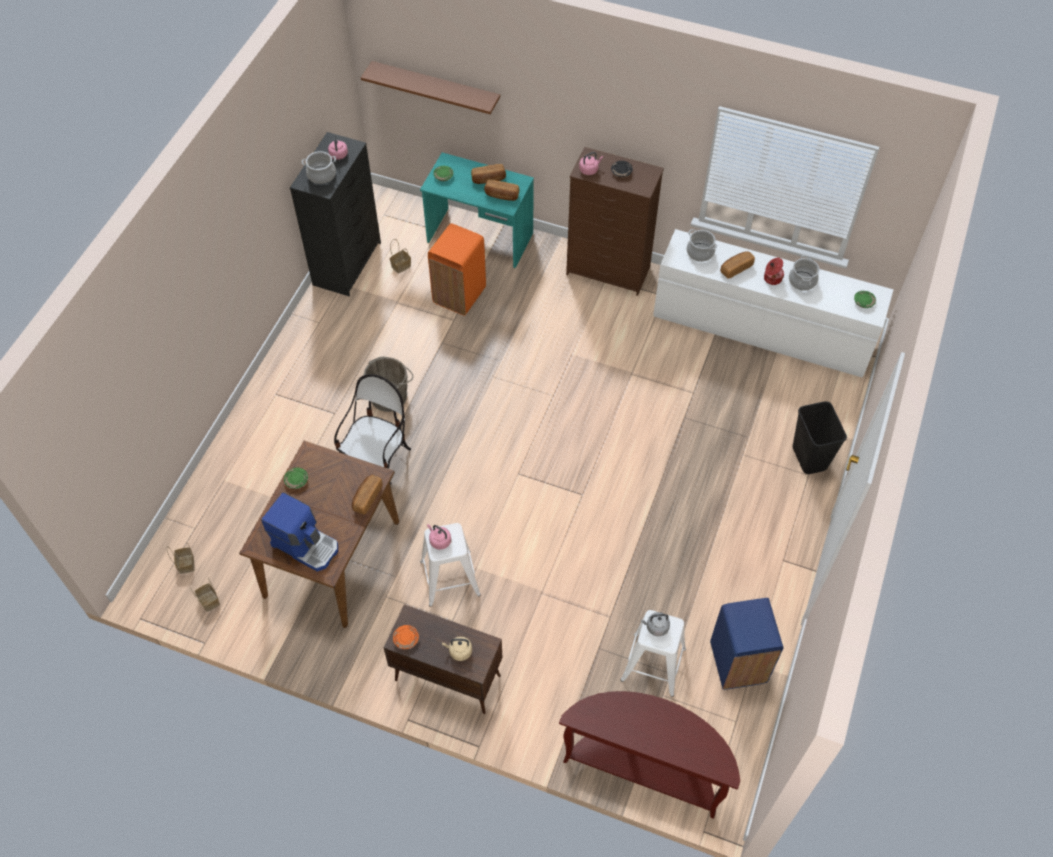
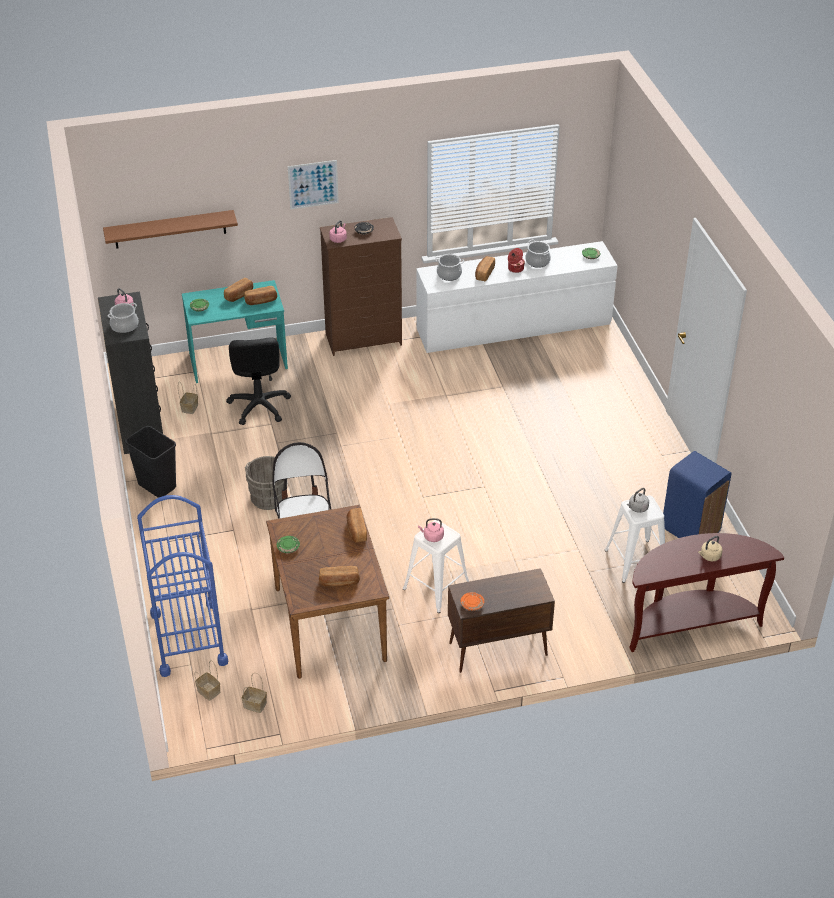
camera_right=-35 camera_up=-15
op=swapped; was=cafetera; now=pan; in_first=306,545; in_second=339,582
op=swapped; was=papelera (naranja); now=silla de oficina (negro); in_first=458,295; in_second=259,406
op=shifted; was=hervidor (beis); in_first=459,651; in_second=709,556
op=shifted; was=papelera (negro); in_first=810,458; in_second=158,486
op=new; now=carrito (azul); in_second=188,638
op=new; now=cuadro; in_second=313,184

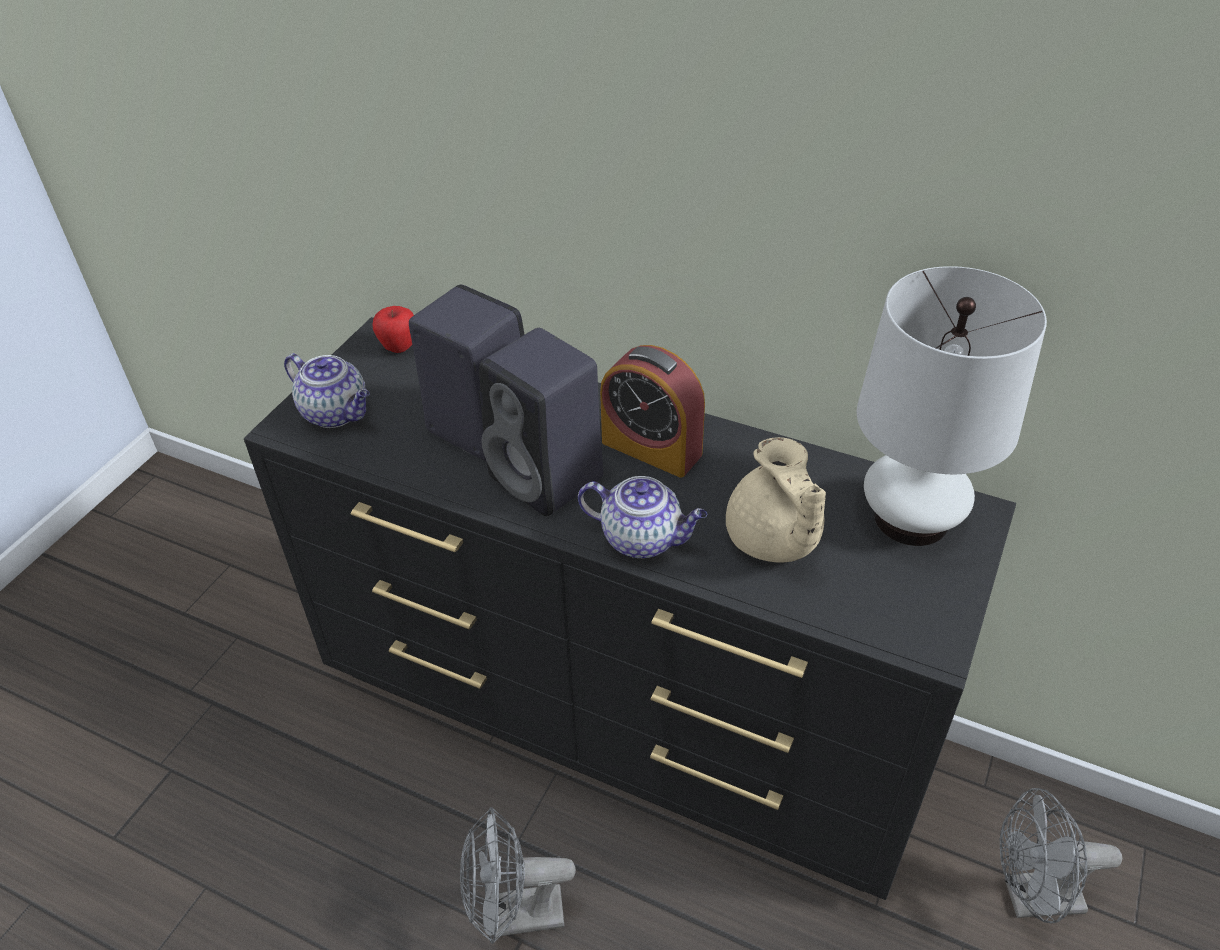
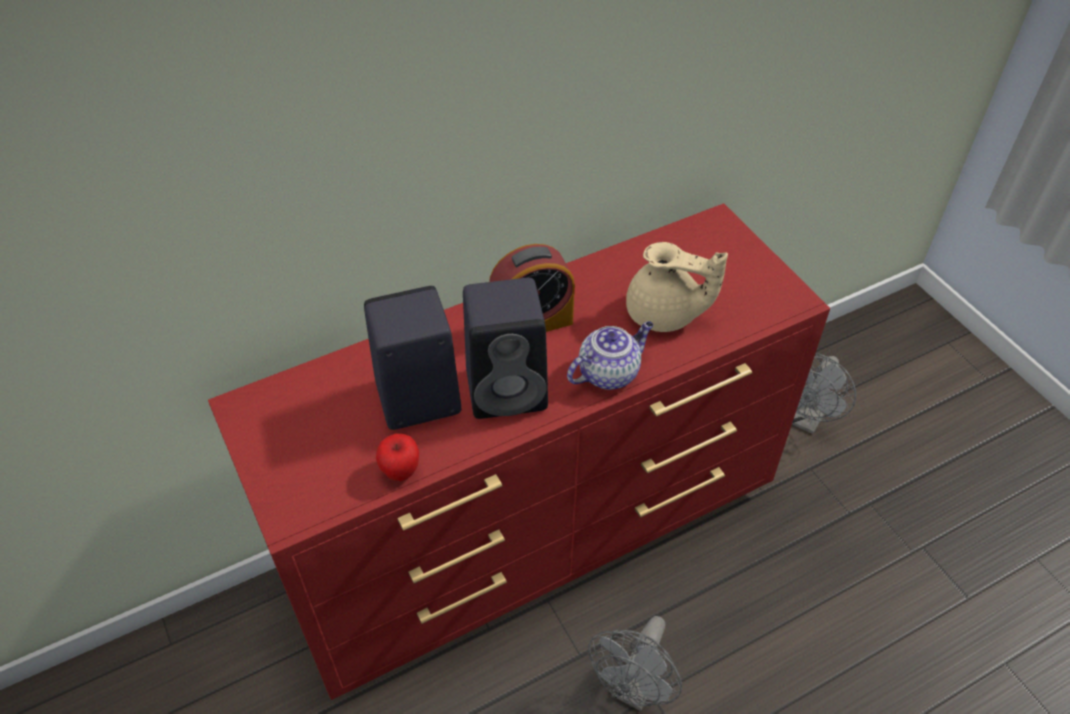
camera_right=-55 camera_up=5
op=repainted; was=cómoda (negro); now=cómoda (rojo); in_first=621,715; in_second=535,534
op=gone; was=tetera; in_first=337,413
op=shifted; was=manzana; in_first=399,347; in_second=400,471
op=gone; was=lámpara de mesa (blanco); in_first=911,518

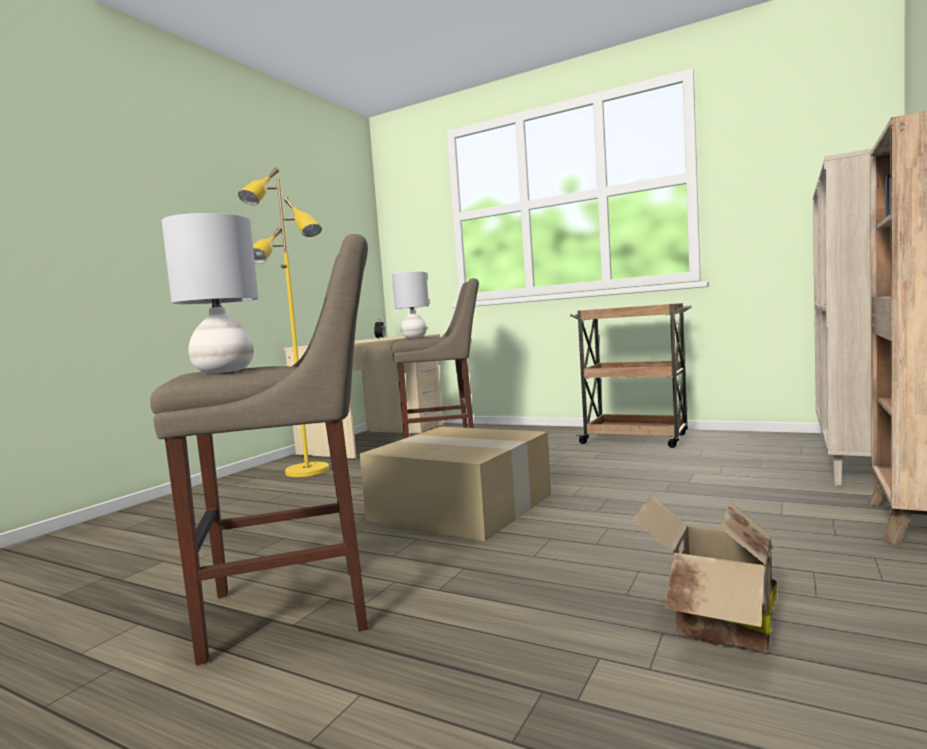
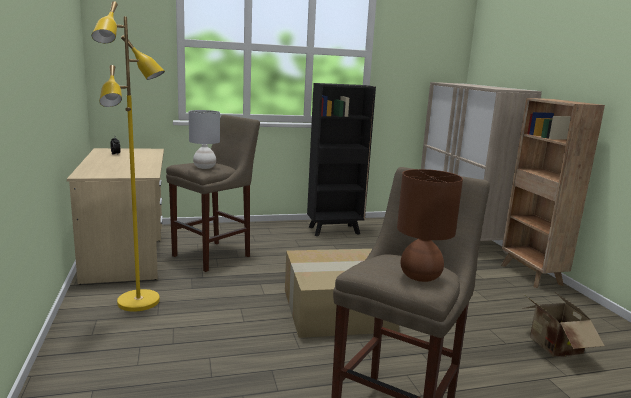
camera_right=-45 camera_up=10
op=repainted; was=lámpara de mesa (gris); now=lámpara de mesa (marrón); in_first=223,371; in_second=420,277
op=swapped; was=carrito (marrón); now=estantería (negro); in_first=636,439; in_second=335,230

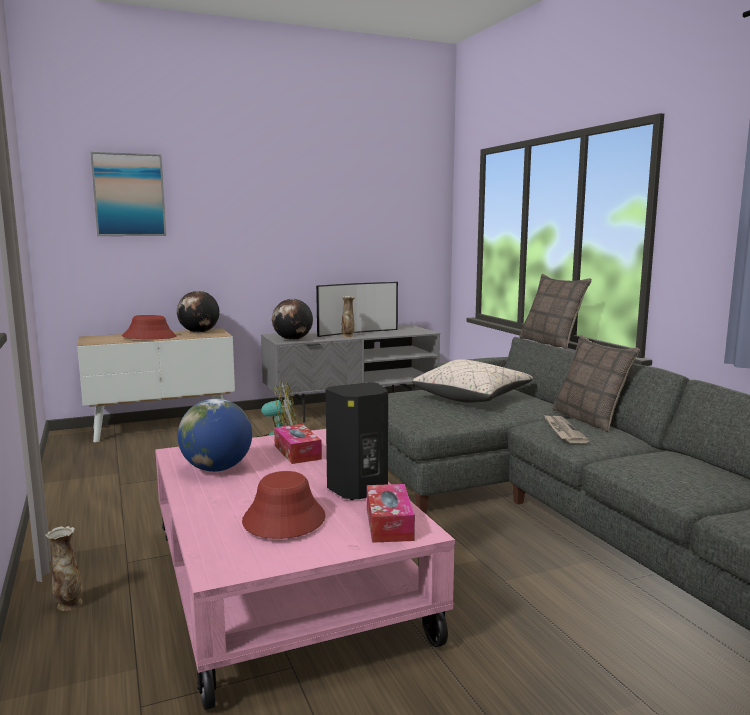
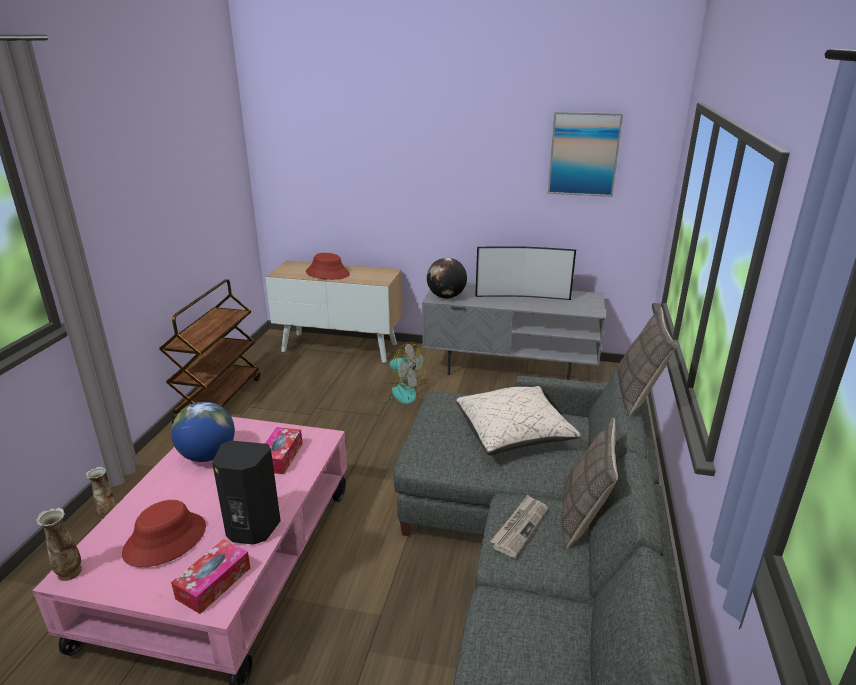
camera_right=35 camera_up=15
op=shifted; was=cuadro; in_first=129,195; in_second=583,154
op=gone; was=globo terráqueo; in_first=199,332
op=shifted; was=florero; in_first=348,336; in_second=69,573
op=new; now=carrito (marrón); in_second=219,399

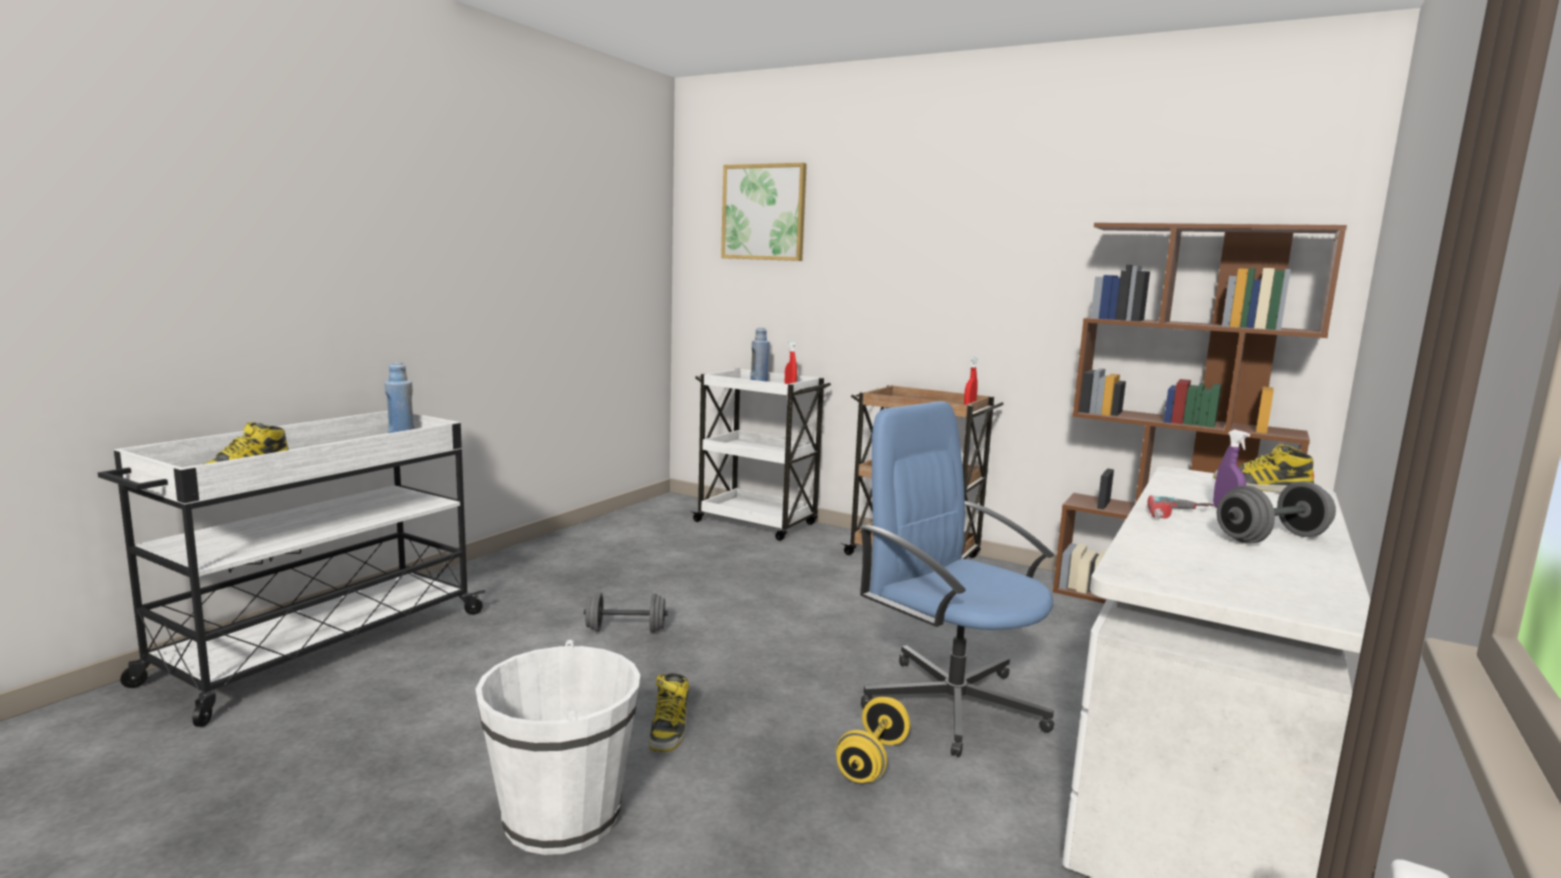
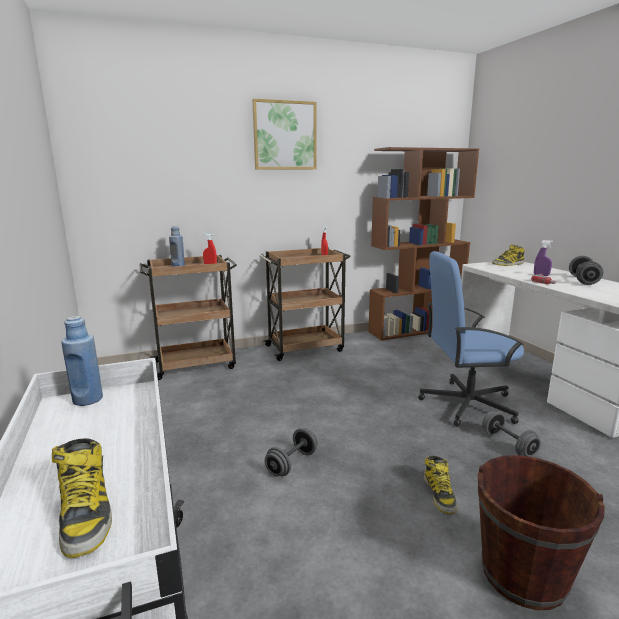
camera_right=-50 camera_up=5
op=repainted; was=cubo (blanco); now=cubo (marrón); in_first=561,816; in_second=523,575
op=rotated; was=bota; in_first=669,729; in_second=440,494; clockwise=45
op=repainted; was=carrito (blanco); now=carrito (marrón); in_first=757,523; in_second=196,364
op=shifted; was=cuadro; in_first=764,212; in_second=285,135
op=repainted; was=mancuerna (amarillo); now=mancuerna (gris); in_first=872,760; in_second=508,445

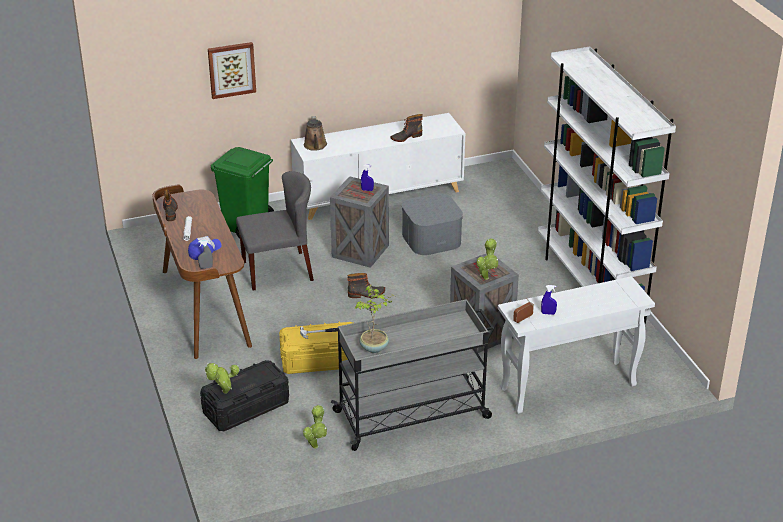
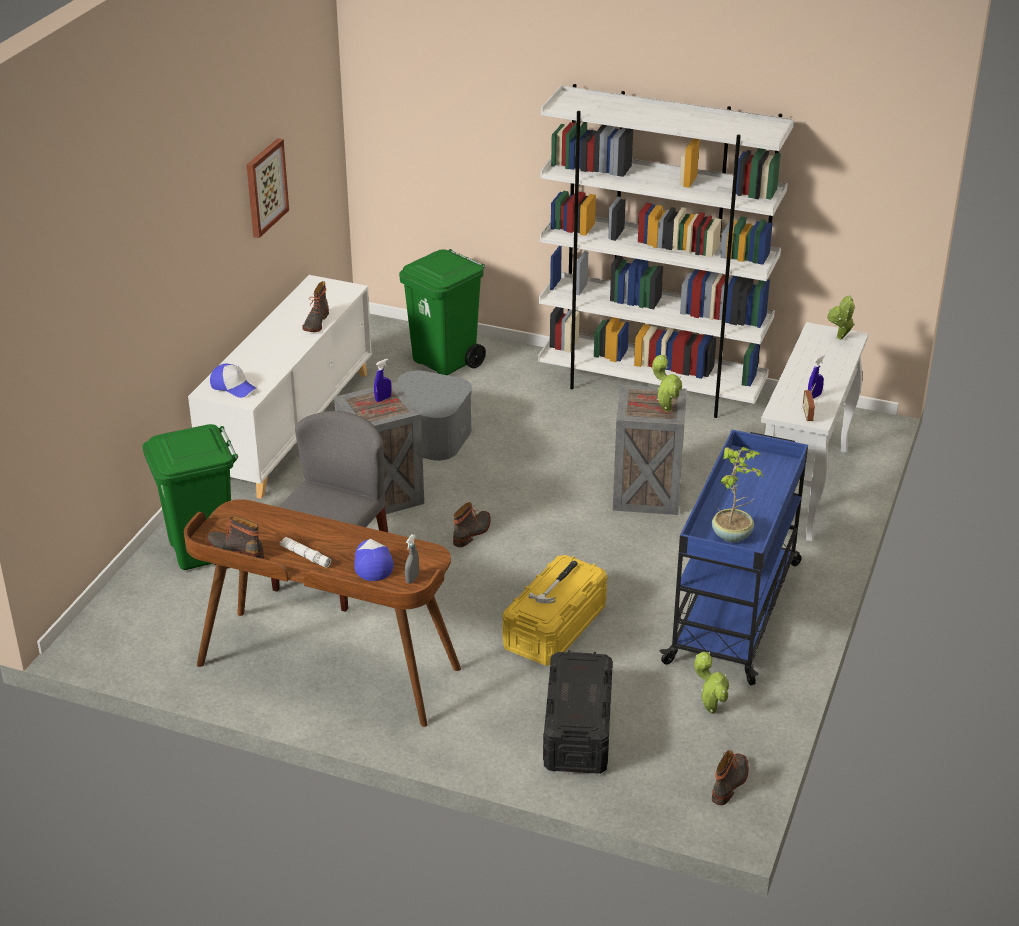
camera_right=-50 camera_up=0
op=shifted; was=planta en maceta; in_first=223,392; in_second=840,339
op=shifted; was=cuadro; in_first=231,69; in_second=265,187
op=swapped; was=regadera (marrón); now=gorra; in_first=315,146; in_second=233,386
op=repainted; was=carrito (gris); now=carrito (azul); in_first=413,414; in_second=734,610
op=new; now=papelera (verde); in_second=445,362
op=new; now=bota; in_second=730,783

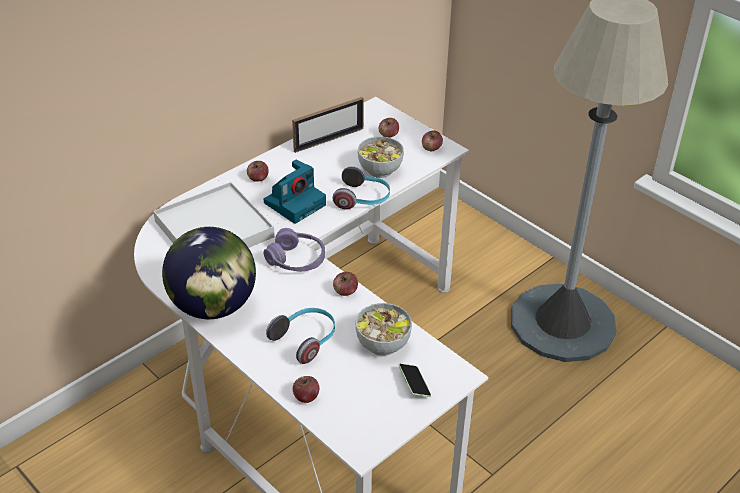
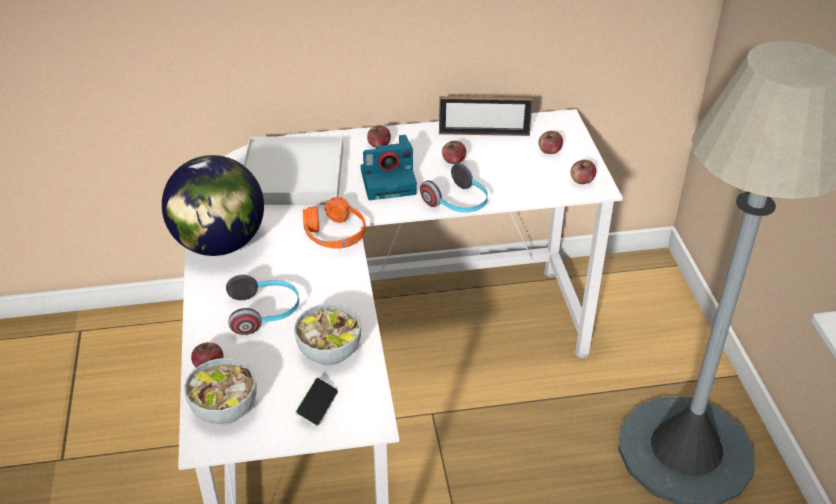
camera_right=35 camera_up=0
op=repainted; was=auriculares (morado); now=auriculares (naranja); in_first=296,260; in_second=335,234
op=shifted; was=manzana; in_first=345,292; in_second=453,161
op=shifted; was=cuenco; in_first=380,170; in_second=224,409

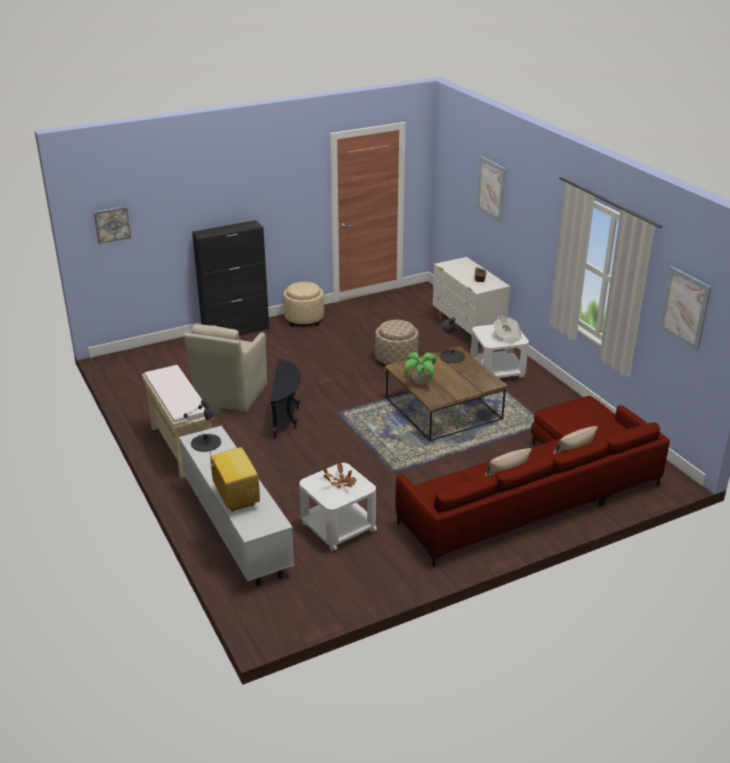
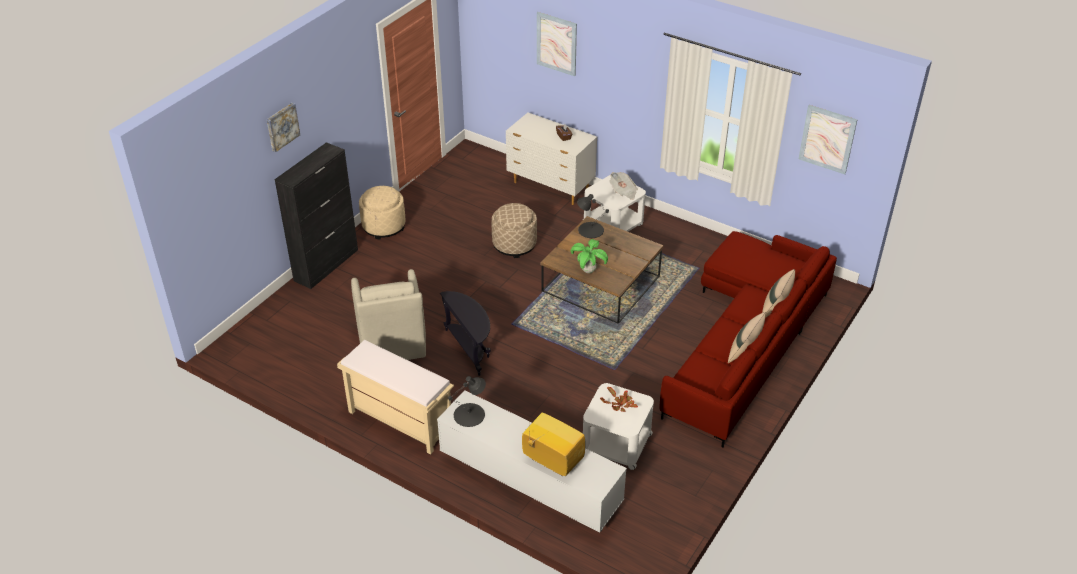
camera_right=-30 camera_up=10
op=shifted; was=cuadro; in_first=112,224; in_second=282,126

